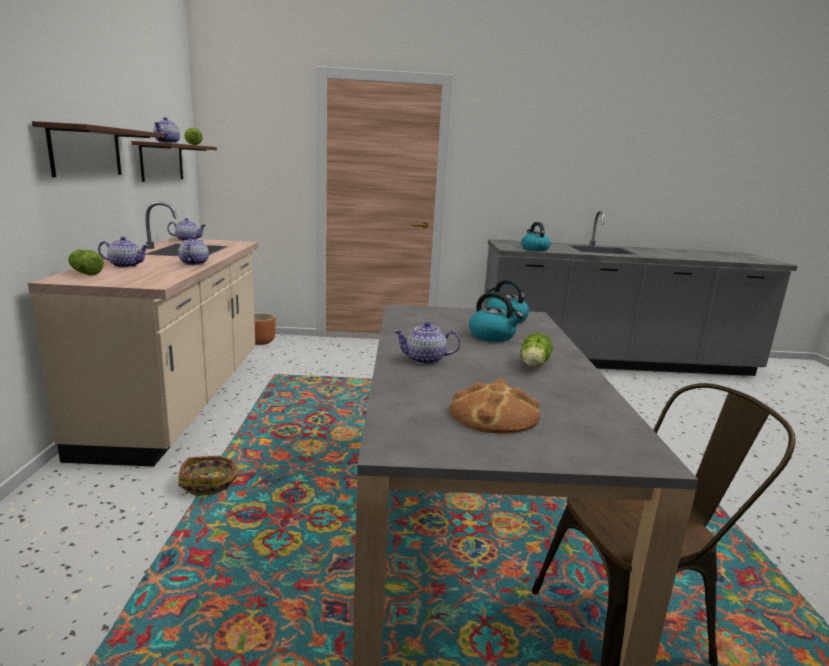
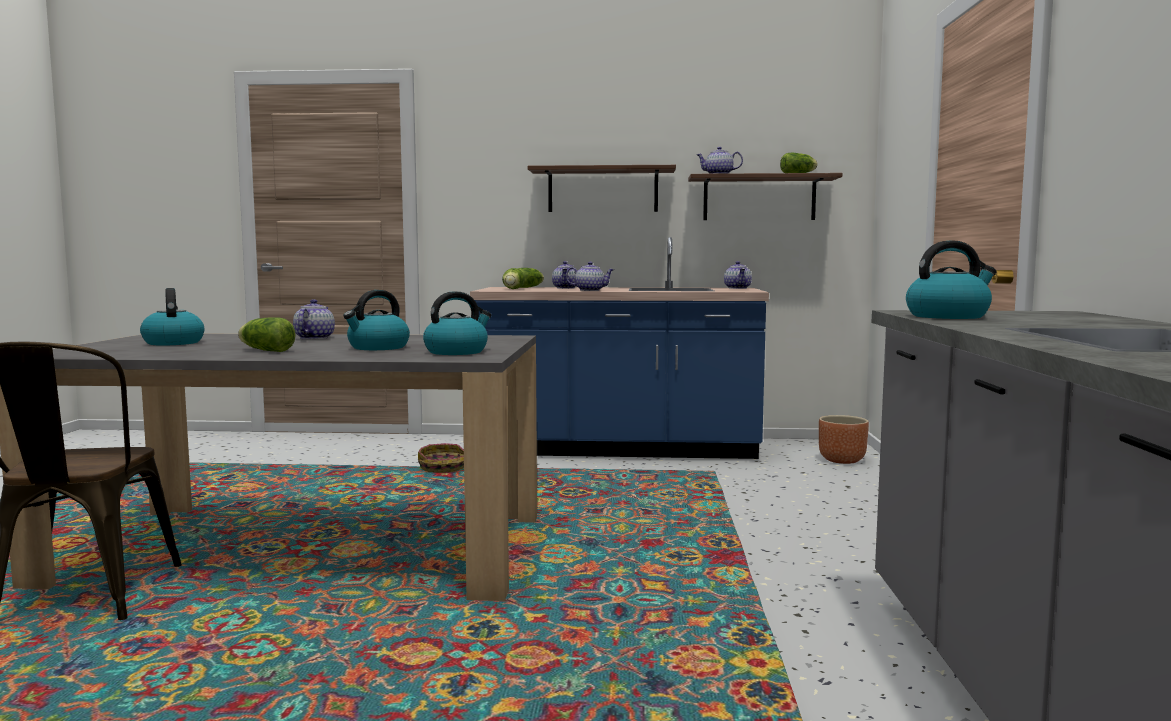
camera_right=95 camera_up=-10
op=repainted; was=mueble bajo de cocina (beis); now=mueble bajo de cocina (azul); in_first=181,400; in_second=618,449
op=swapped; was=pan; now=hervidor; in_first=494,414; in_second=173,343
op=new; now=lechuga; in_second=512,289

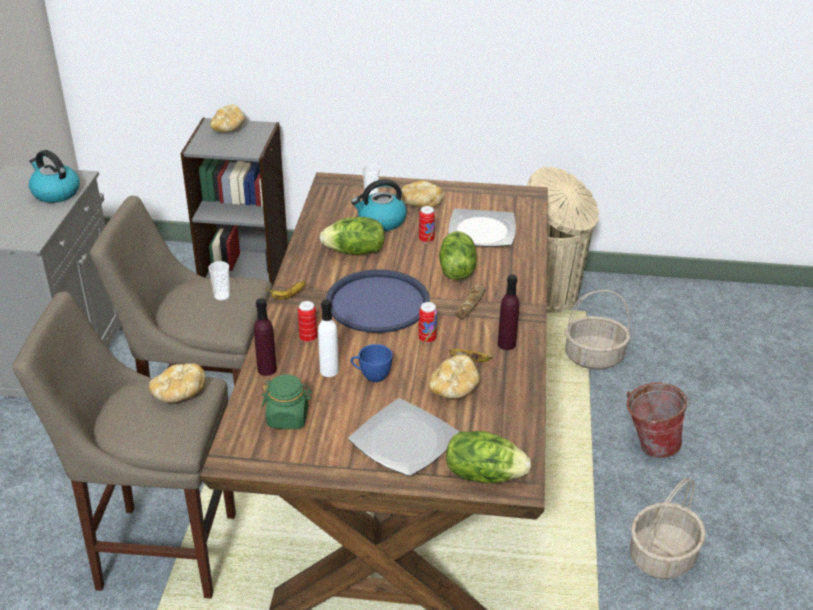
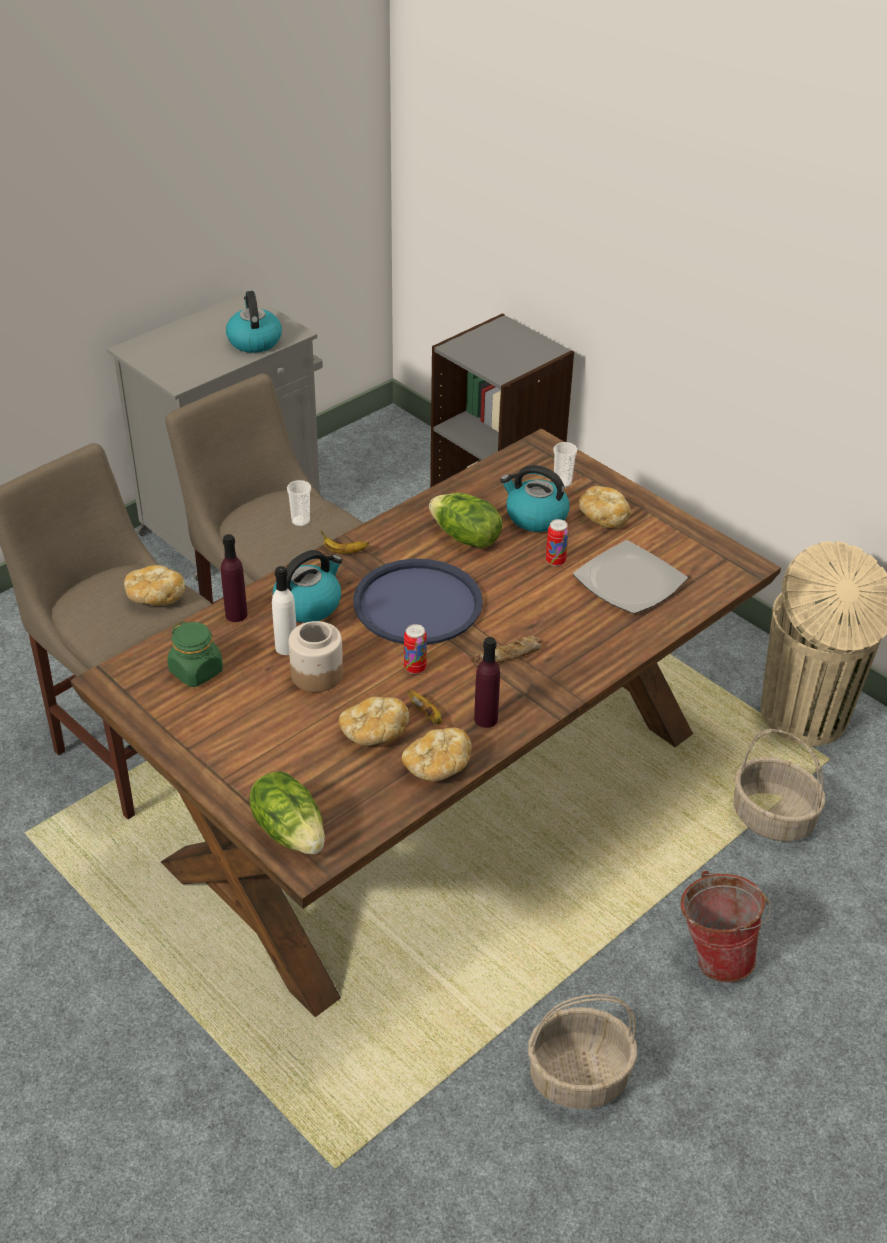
camera_right=40 camera_up=5
op=shifted; was=pan; in_first=228,128; in_second=437,767
op=swapped; was=lata; now=hervidor; in_first=308,338; in_second=308,604
op=gone; was=plato; in_first=403,440
op=swapped; was=taza (azul); now=tarro; in_first=371,376; in_second=316,674
op=gone; was=lechuga; in_first=456,270

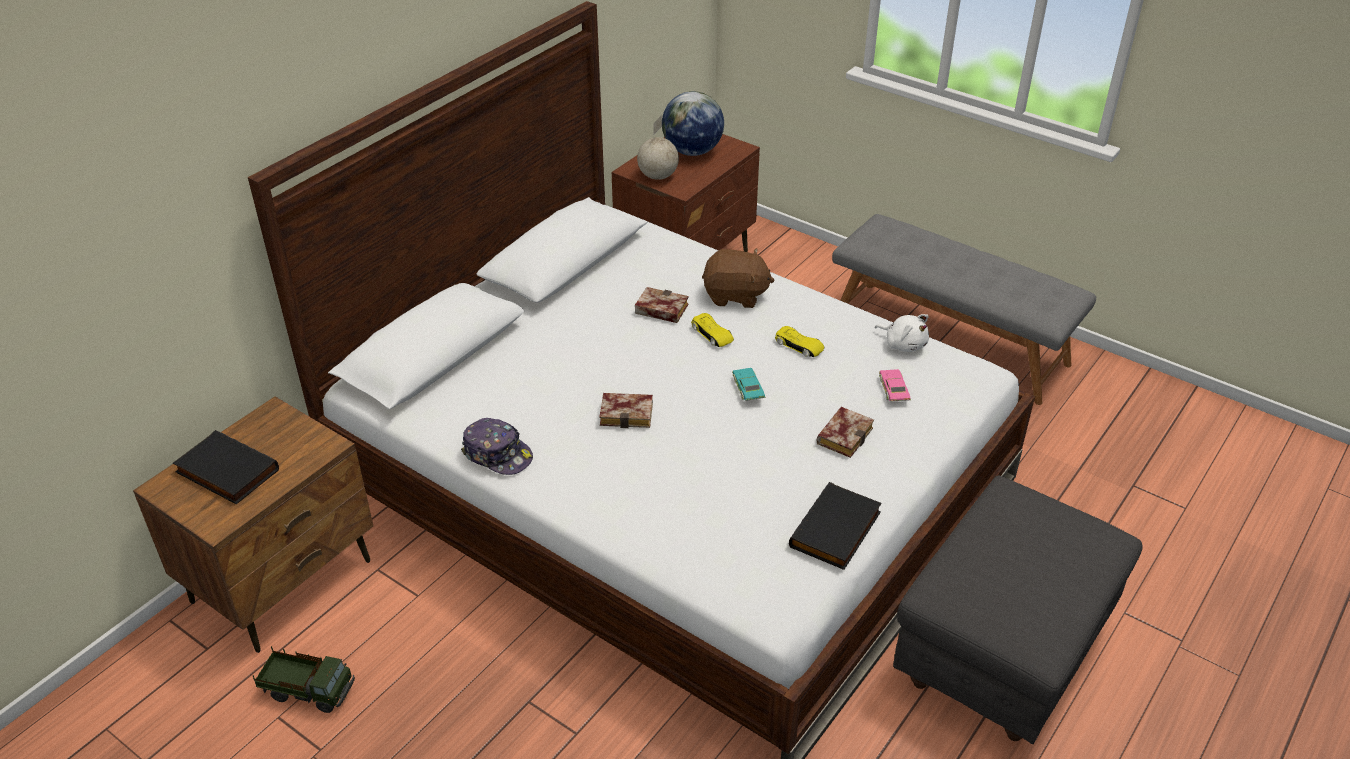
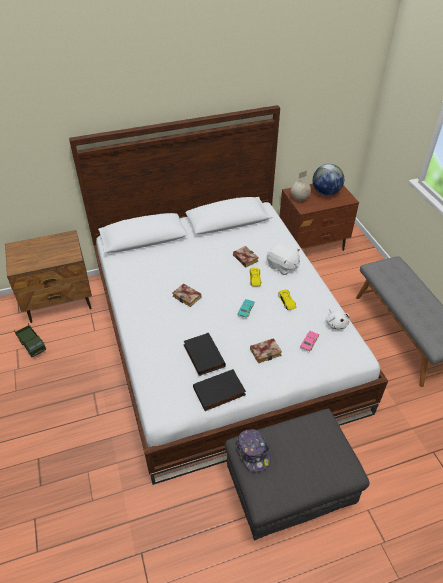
camera_right=35 camera_up=5
op=shifted; was=libro (negro); in_first=225,472; in_second=203,355
op=shifted; was=gorra; in_first=498,454; in_second=253,452
op=repainted; was=peluche (marrón); now=peluche (blanco); in_first=735,295; in_second=282,266

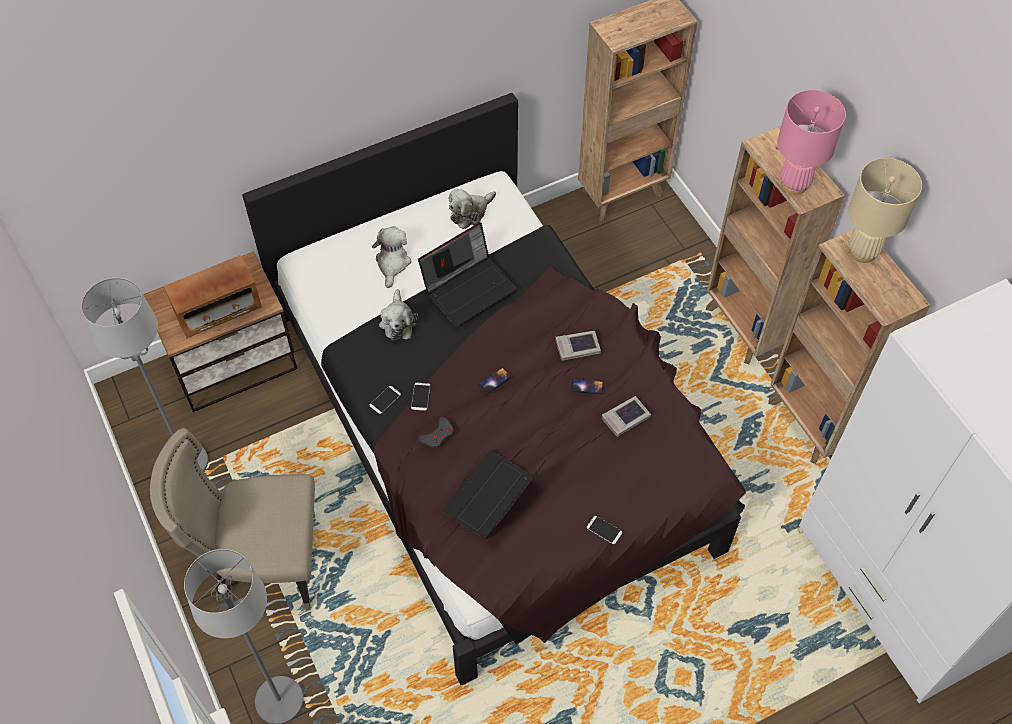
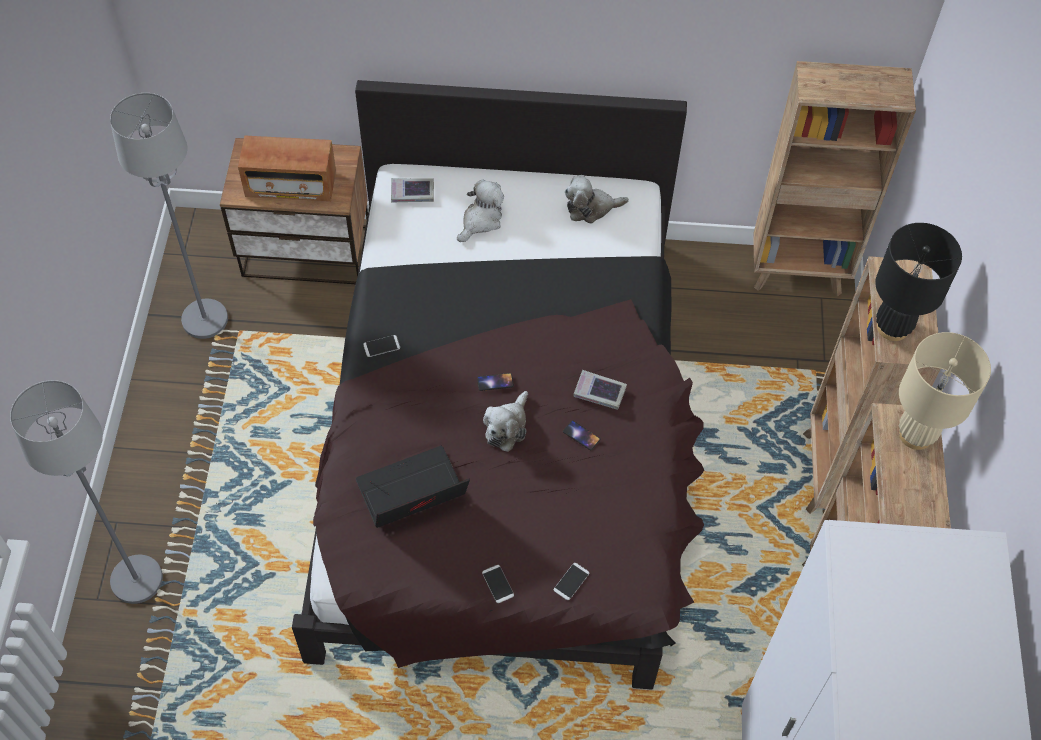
camera_right=30 camera_up=0
op=gone; was=silla (beis); in_first=262,562
op=shifted; was=peluche; in_first=398,322; in_second=507,427
op=shifted; was=móvil; in_first=420,396; in_second=571,581
op=gone; was=portátil; in_first=469,288
op=gone; was=mando de consola (gris); in_first=437,435
op=shifted; was=libro; in_first=625,418; in_second=412,193
op=repainted; was=lámpara de mesa (rosa); now=lámpara de mesa (negro); in_first=794,184; in_second=893,328

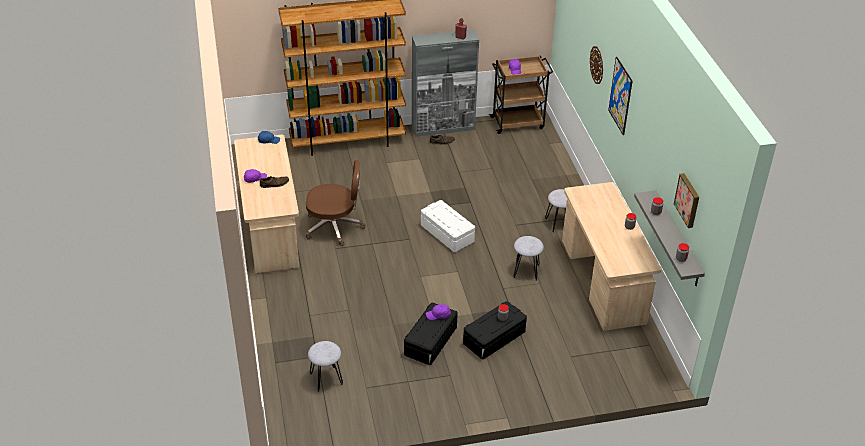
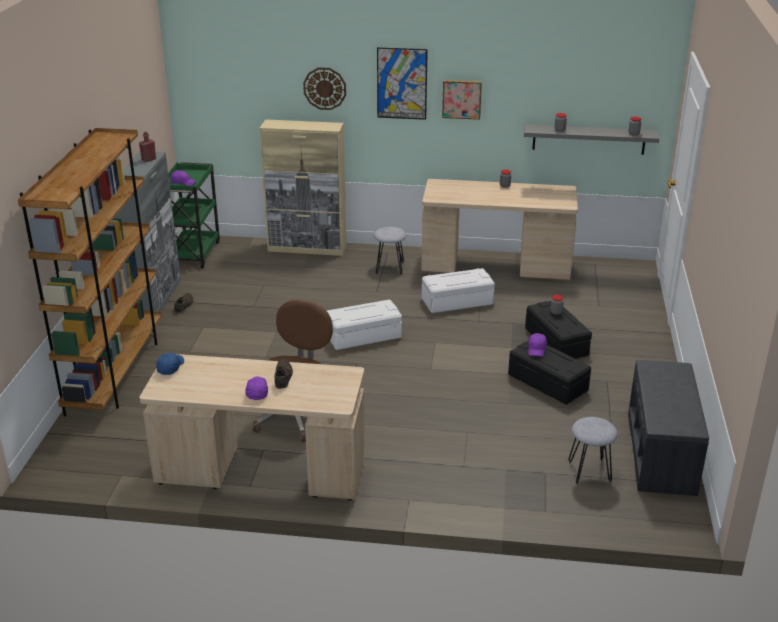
camera_right=-70 camera_up=-10
op=repainted; was=carrito (marrón); now=carrito (verde); in_first=518,123; in_second=194,253
op=swapped; was=taburete (gris); now=caja de almacenaje (blanco); in_first=526,271; in_second=457,302
op=shifted; was=cuadro; in_first=688,200; in_second=462,98
op=new; now=armario (beis); in_second=307,248
op=new; now=banco (gris); in_second=662,454

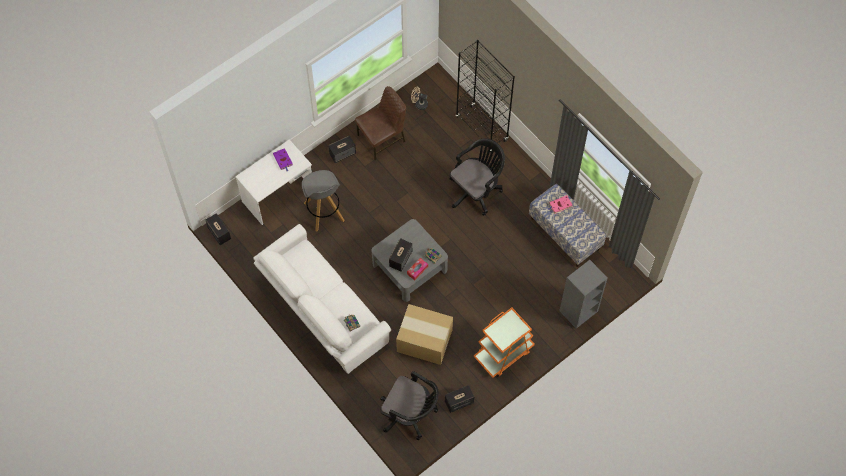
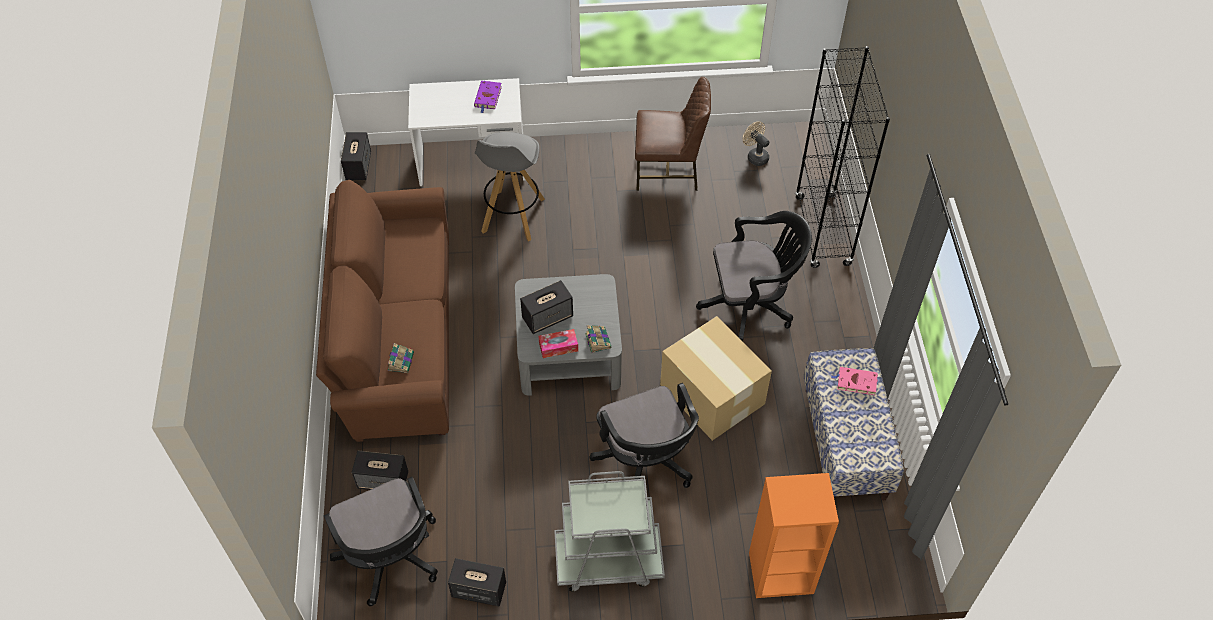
camera_right=35 camera_up=-10
op=repainted; was=sofá (blanco); now=sofá (marrón); in_first=321,312; in_second=397,336
op=shifted; was=altavoz; in_first=343,153; in_second=383,480
op=shifted; was=caja de cartón; in_first=425,341; in_second=712,395
op=repainted; was=carrito (naranja); now=carrito (gris); in_first=503,353; in_second=608,560
op=repainted; was=estantería (gris); now=estantería (naranja); in_first=578,311; in_second=780,573
op=new; now=silla de oficina (negro); in_second=646,464

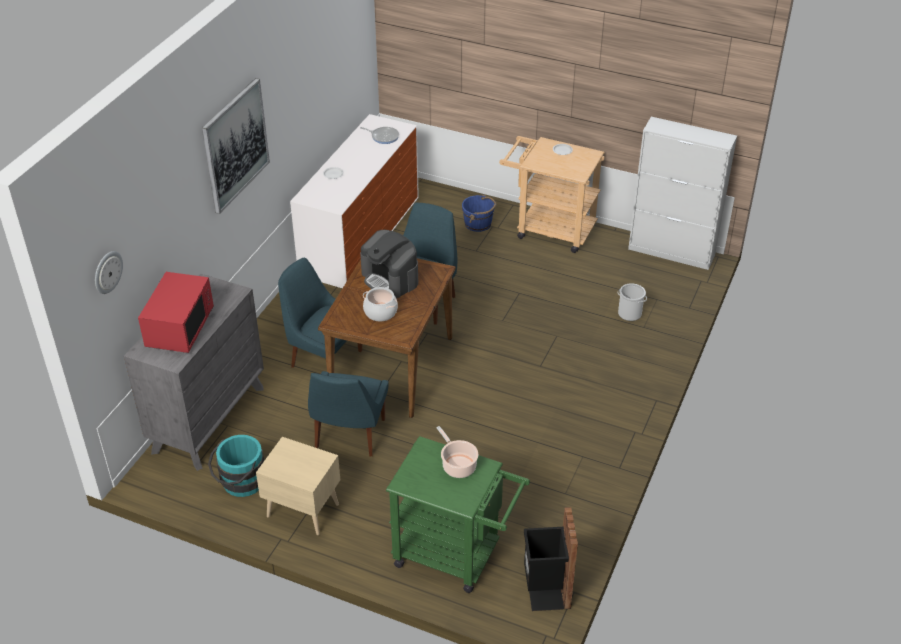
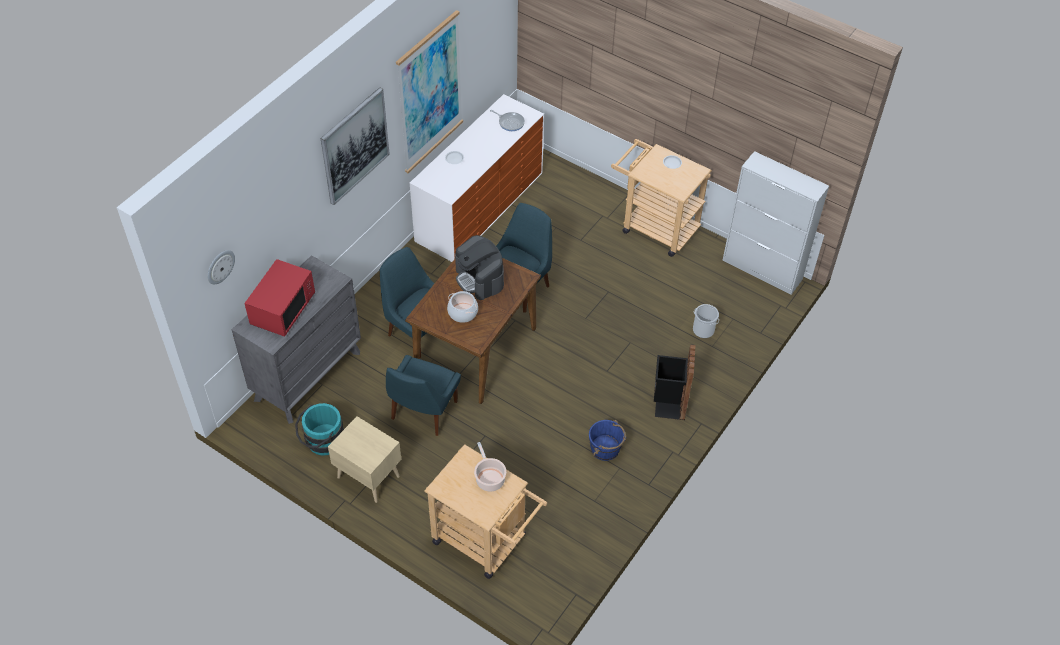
camera_right=10 camera_up=10
op=repainted; was=carrito (verde); now=carrito (beis); in_first=455,556; in_second=486,542
op=shifted; was=cubo (azul); in_first=478,224; in_second=605,449
op=shifted; was=papelera (negro); in_first=545,591; in_second=668,404
op=new; now=cuadro; in_second=430,93

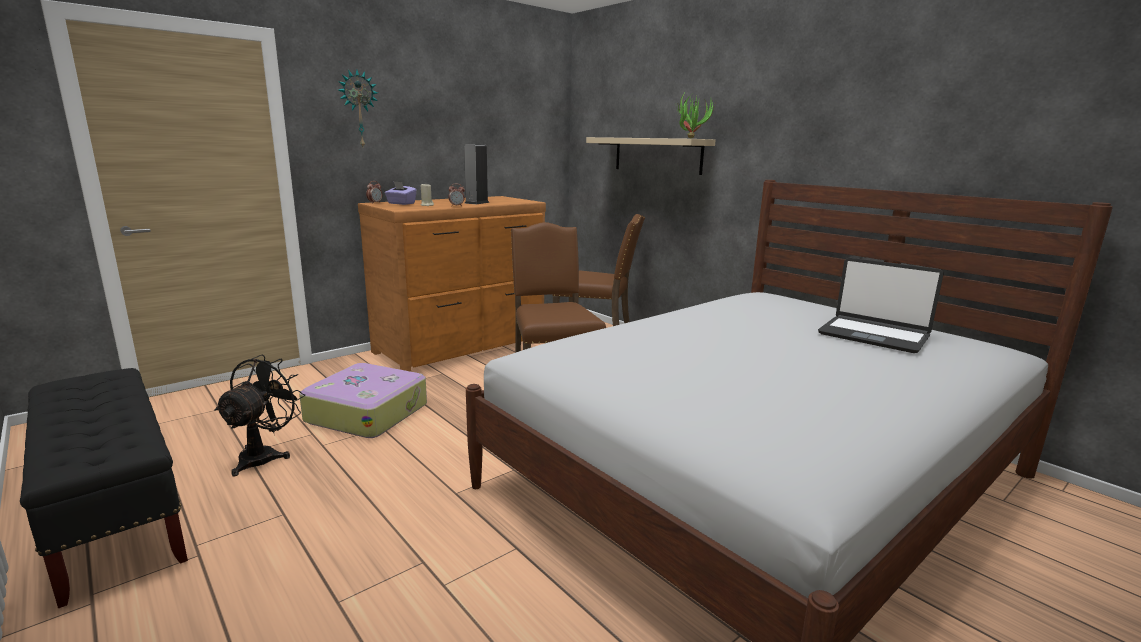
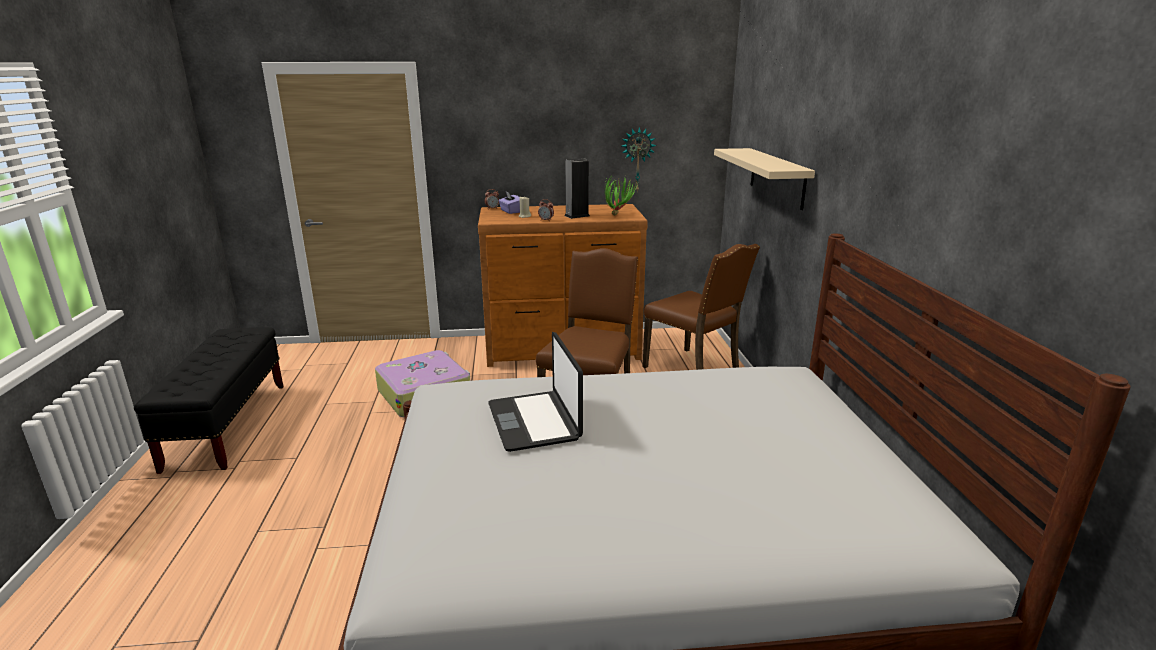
camera_right=35 camera_up=5
op=gone; was=ventilador (negro); in_first=264,455
op=shifted; was=reloj de pared; in_first=358,109; in_second=637,160
op=shifted; was=planta en maceta; in_first=690,138; in_second=618,214
op=shifted; was=portátil; in_first=873,335; in_second=535,421

